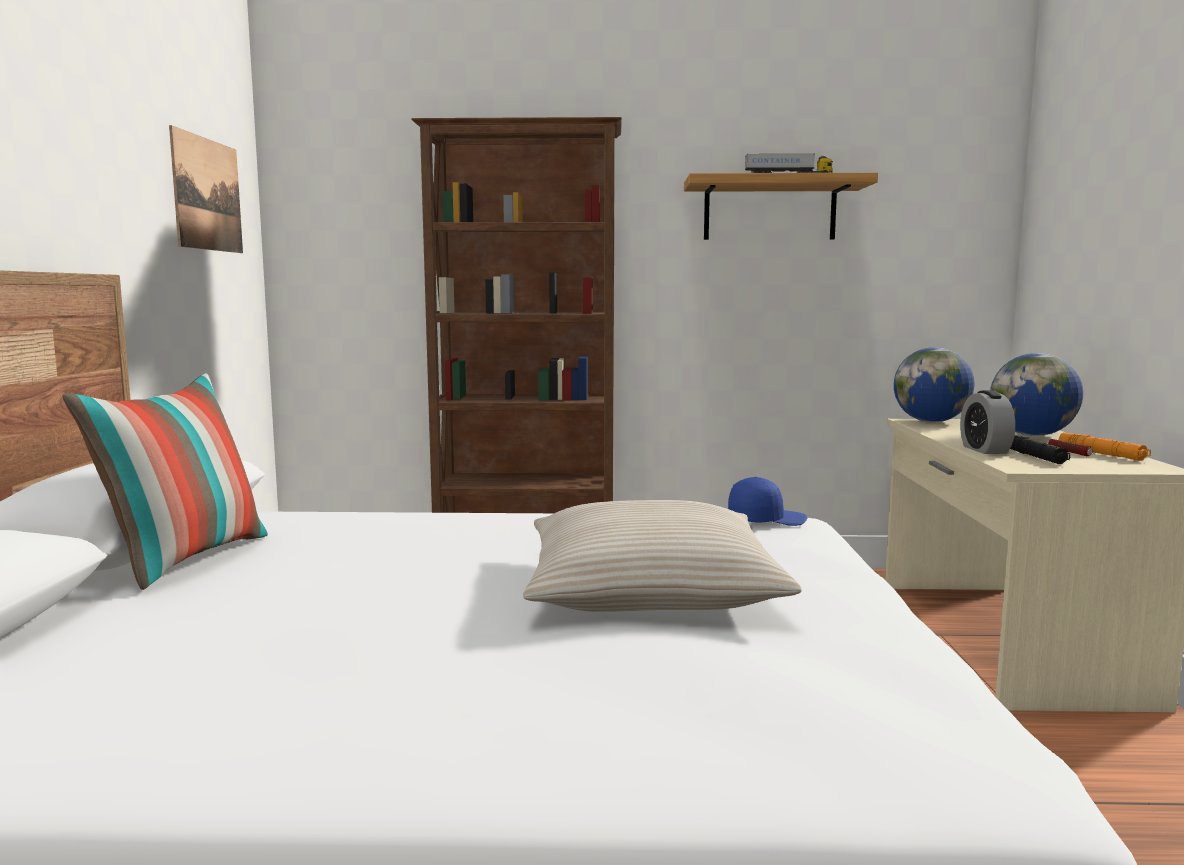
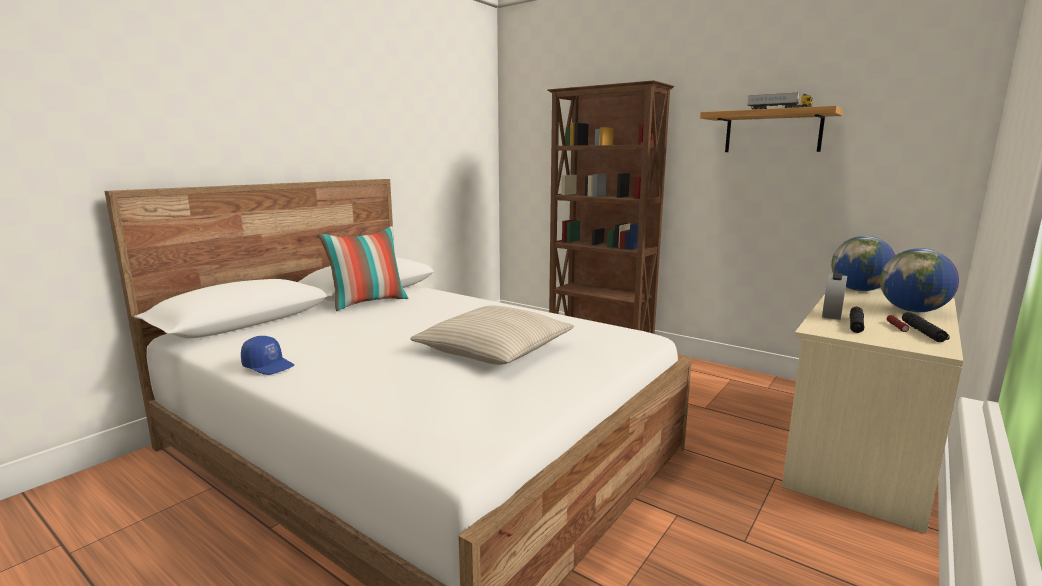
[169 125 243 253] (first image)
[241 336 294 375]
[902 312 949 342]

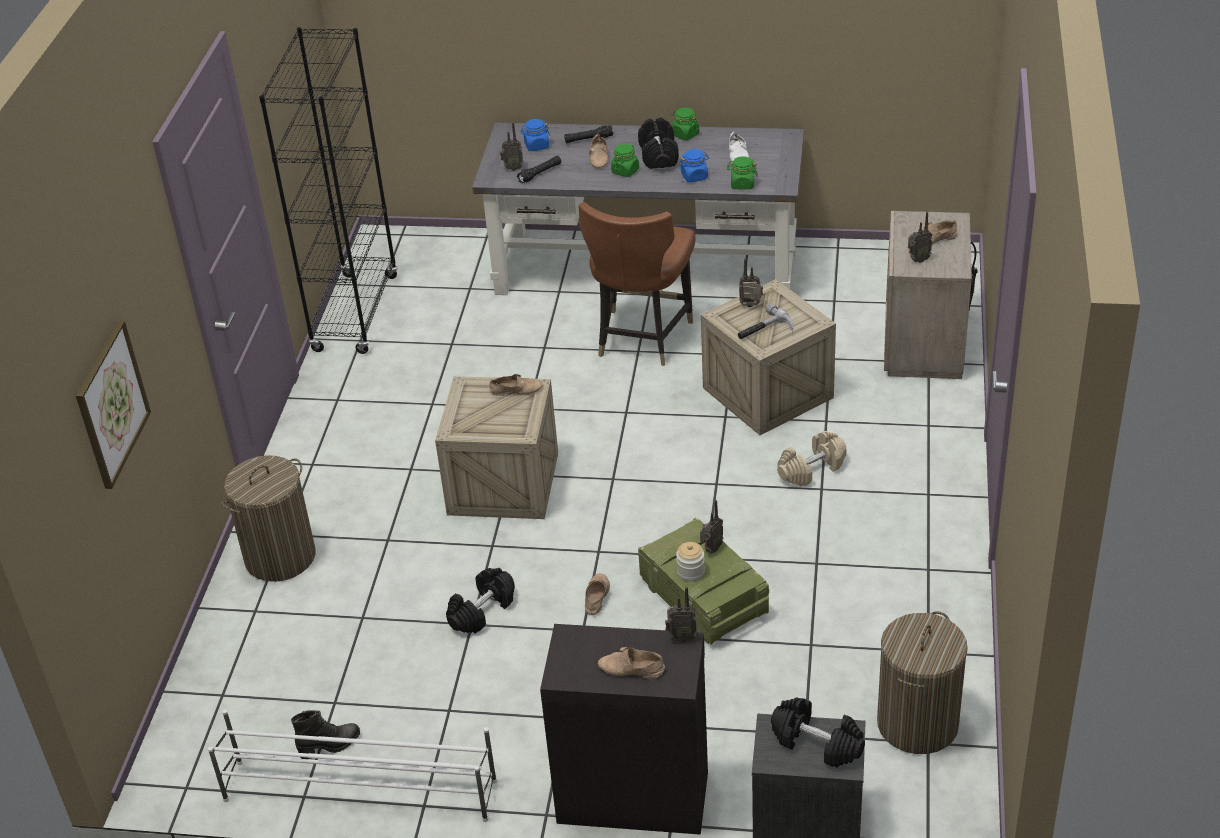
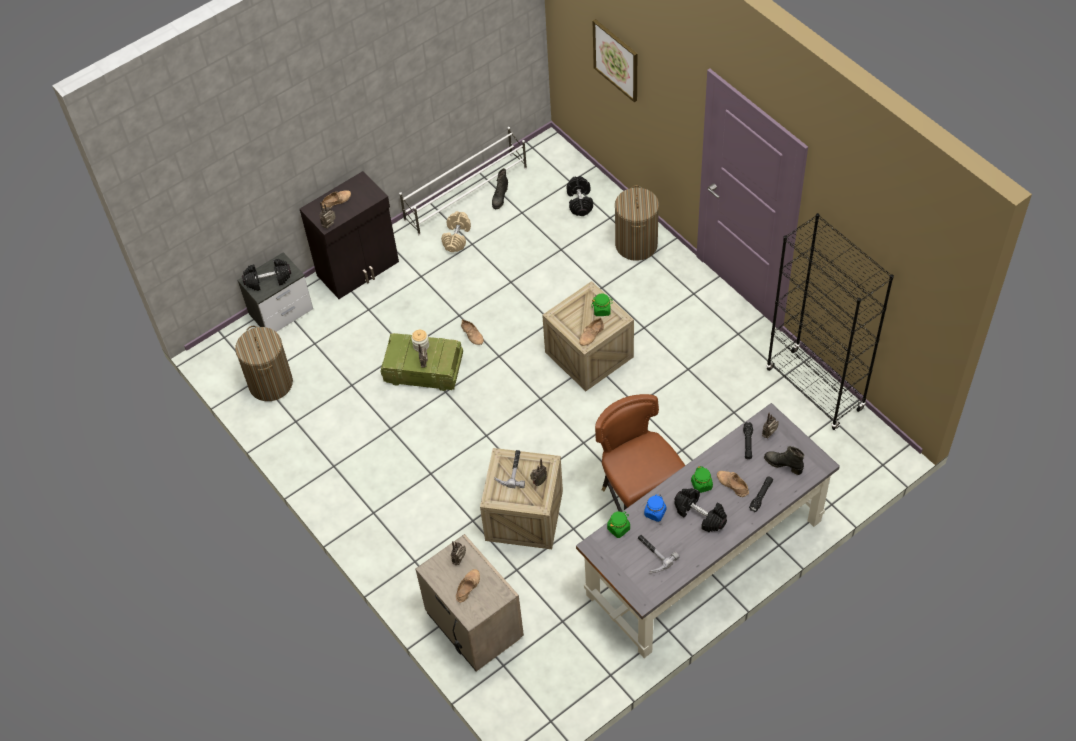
[567 176 593 216]
[591 293 613 316]
[441 211 471 252]
[764 446 805 475]
[638 535 679 573]

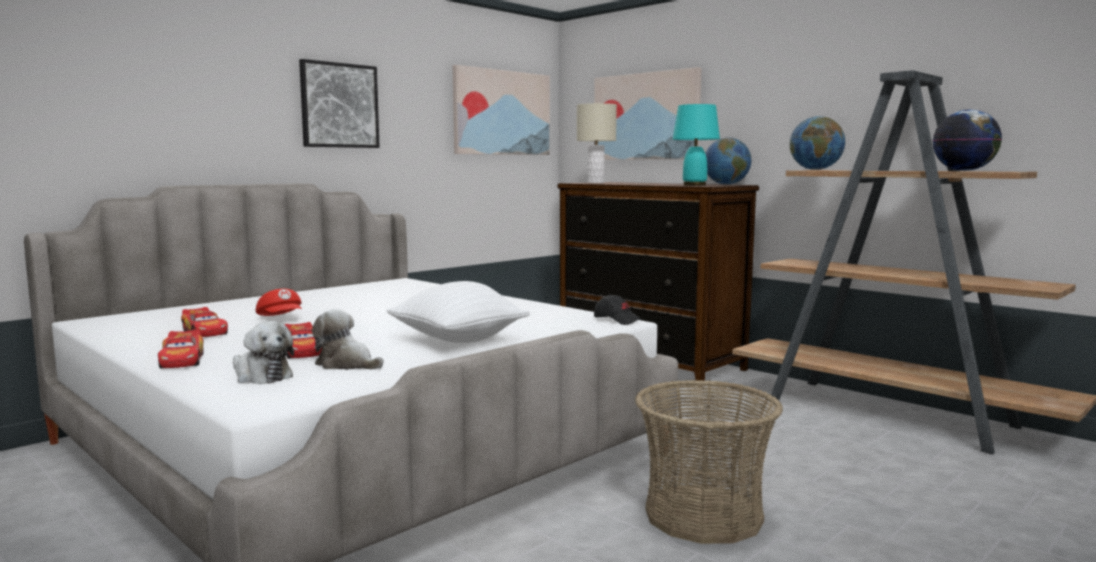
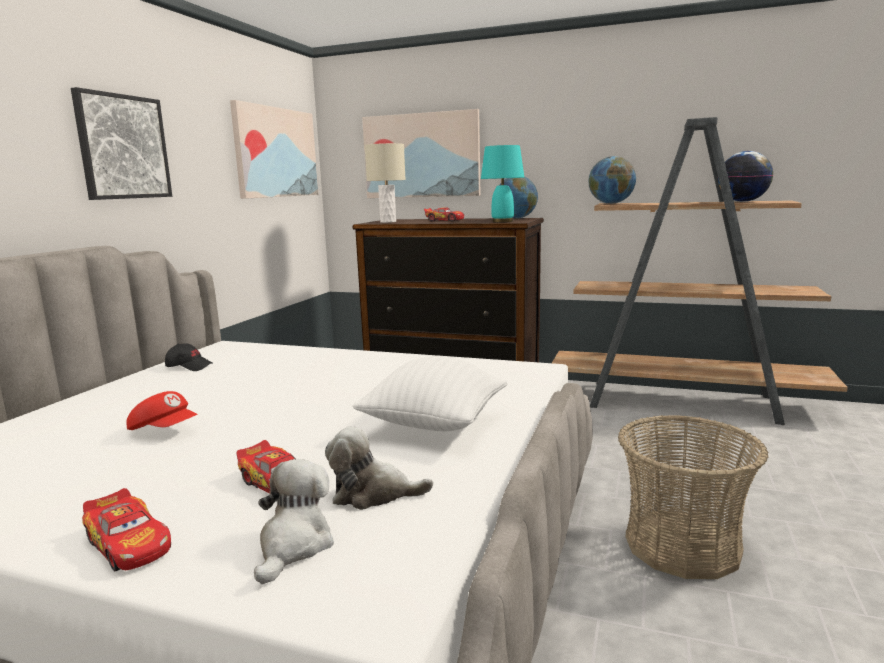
[424 207 464 221]
[165 344 212 371]
[254 459 334 585]

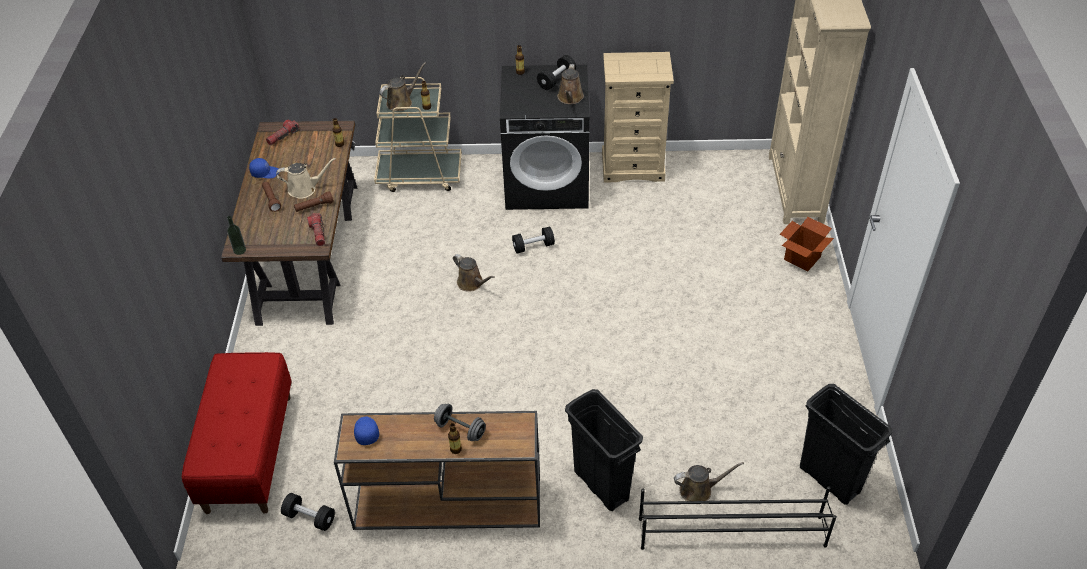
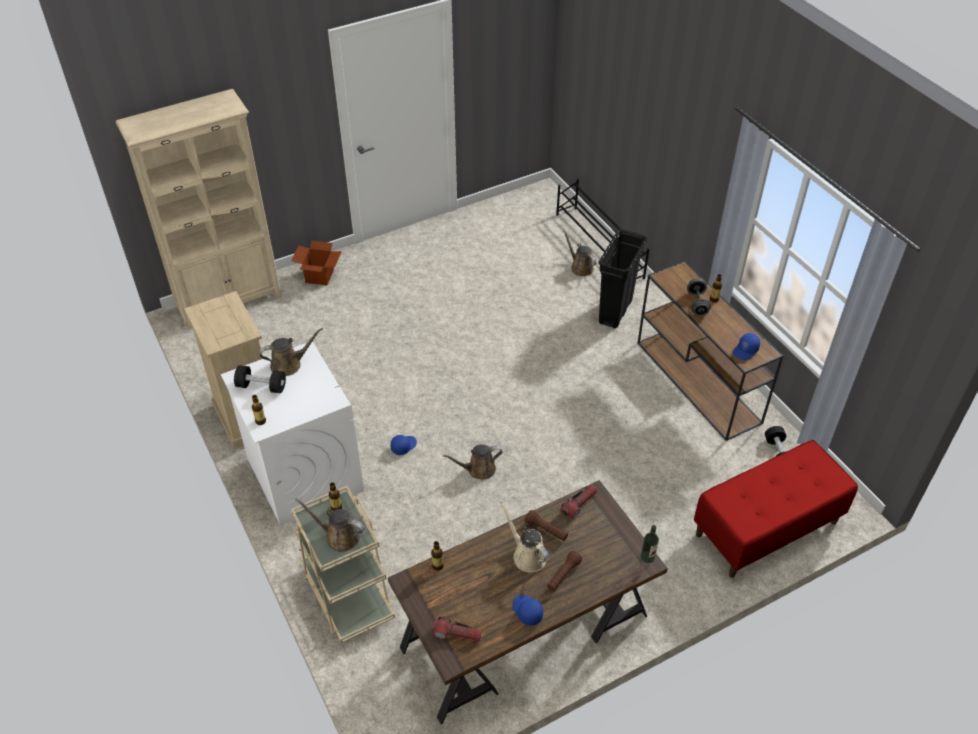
[800 384 892 505] (first image)
[390 435 417 455]
[221 342 364 526]
[443 444 502 480]

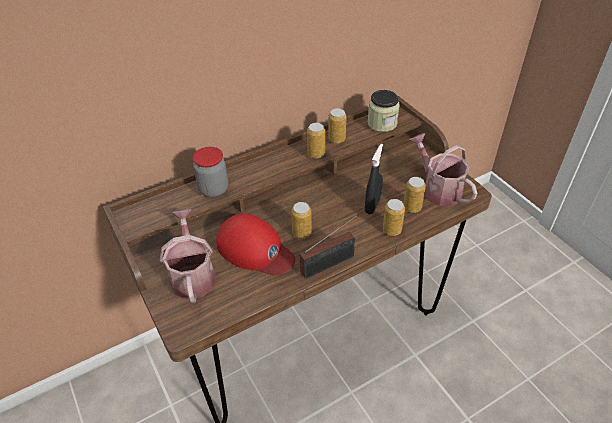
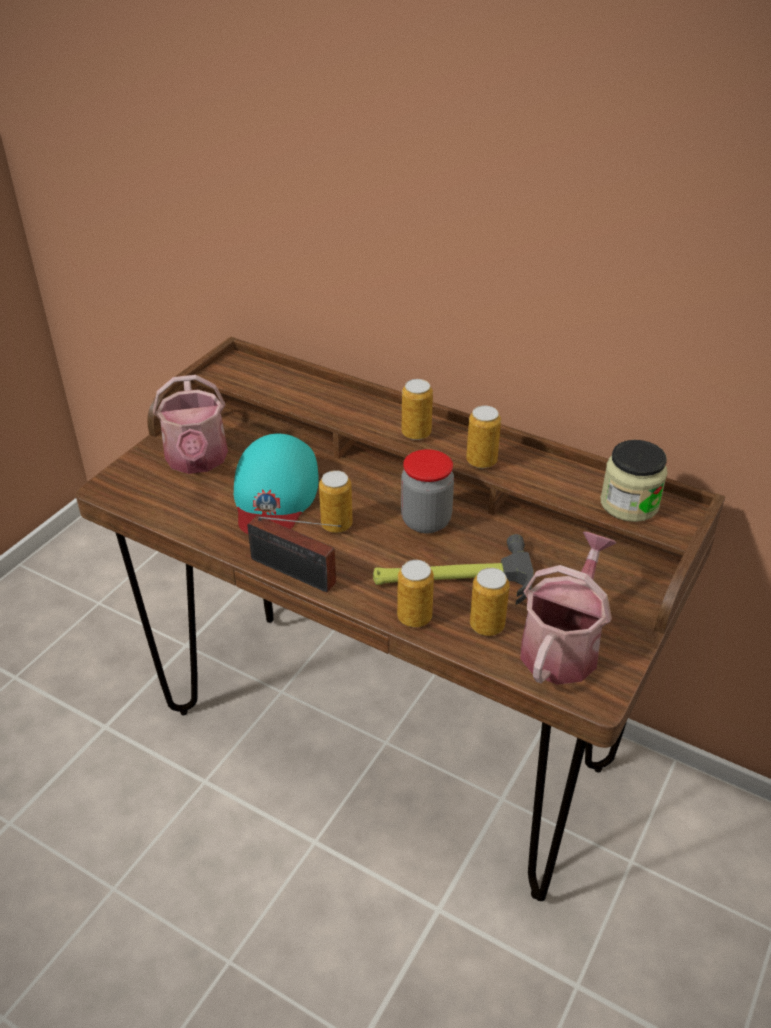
[401 449 454 533]
[402 379 433 440]
[373 534 534 605]
[234 433 319 534]
[153 375 228 474]

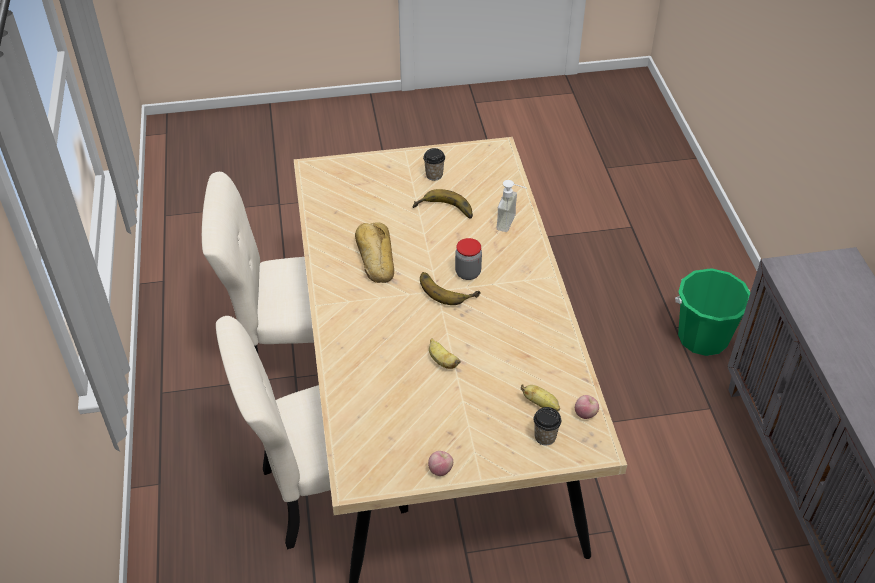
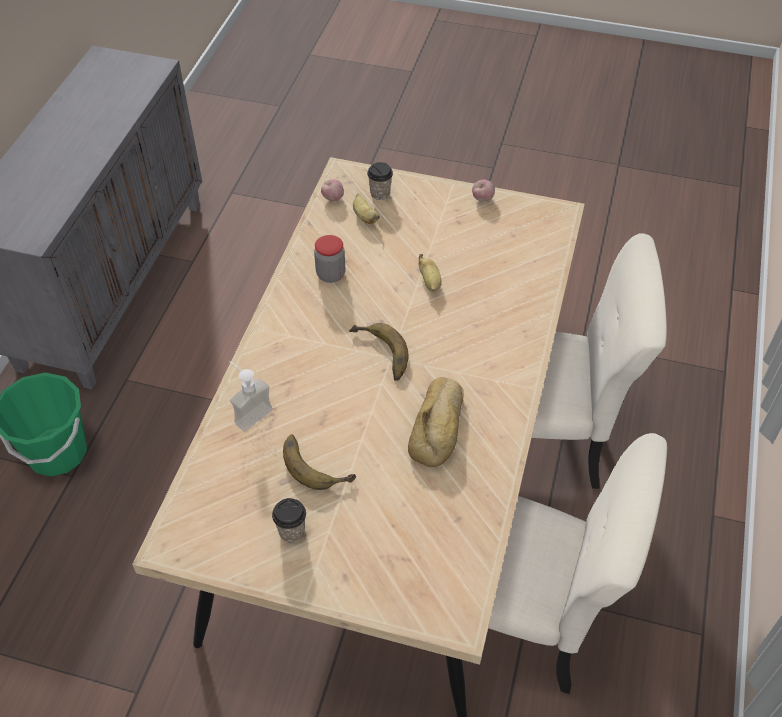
[314 235 345 283]

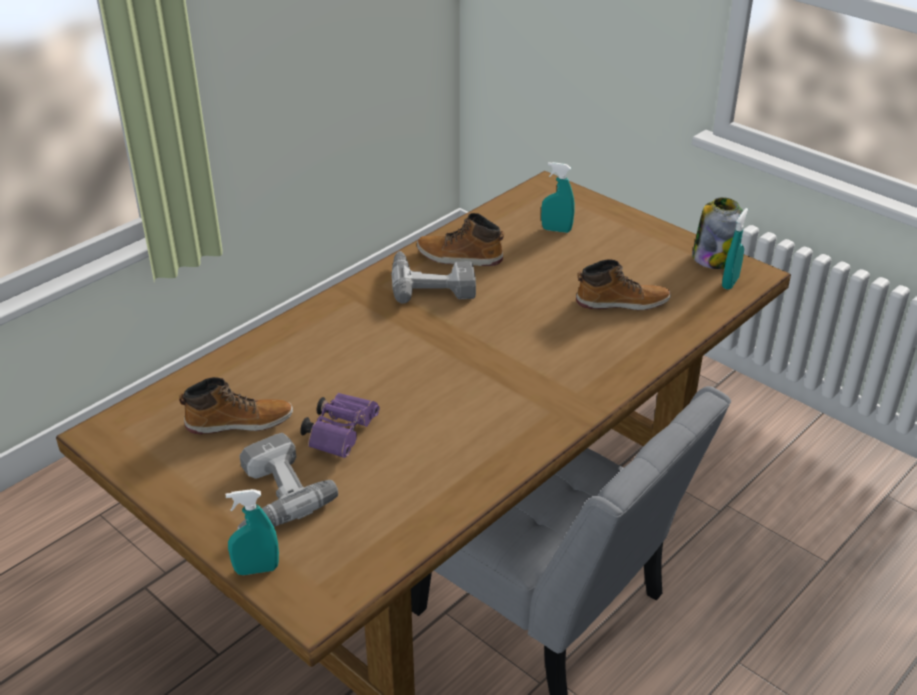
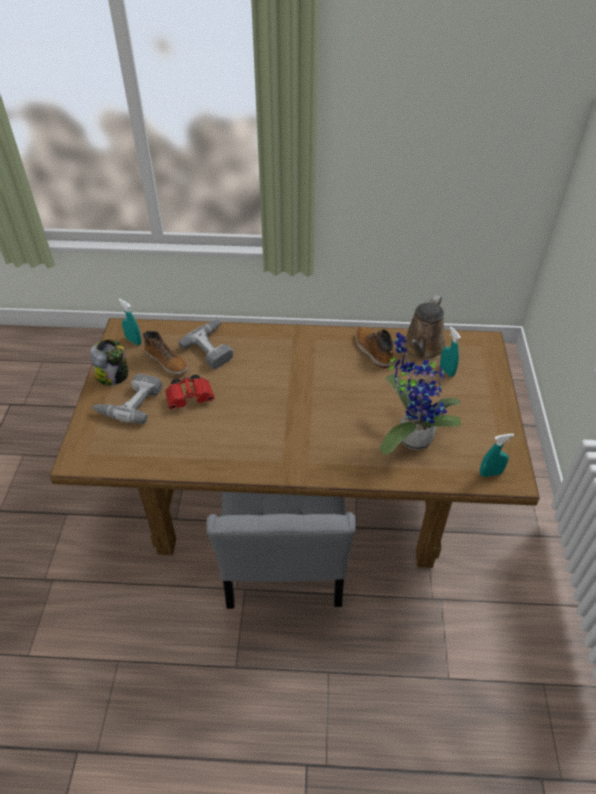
[404 295 446 360]
[118 299 142 345]
[178 320 233 369]
[91 339 128 385]
[380 332 461 455]
[165 375 215 410]

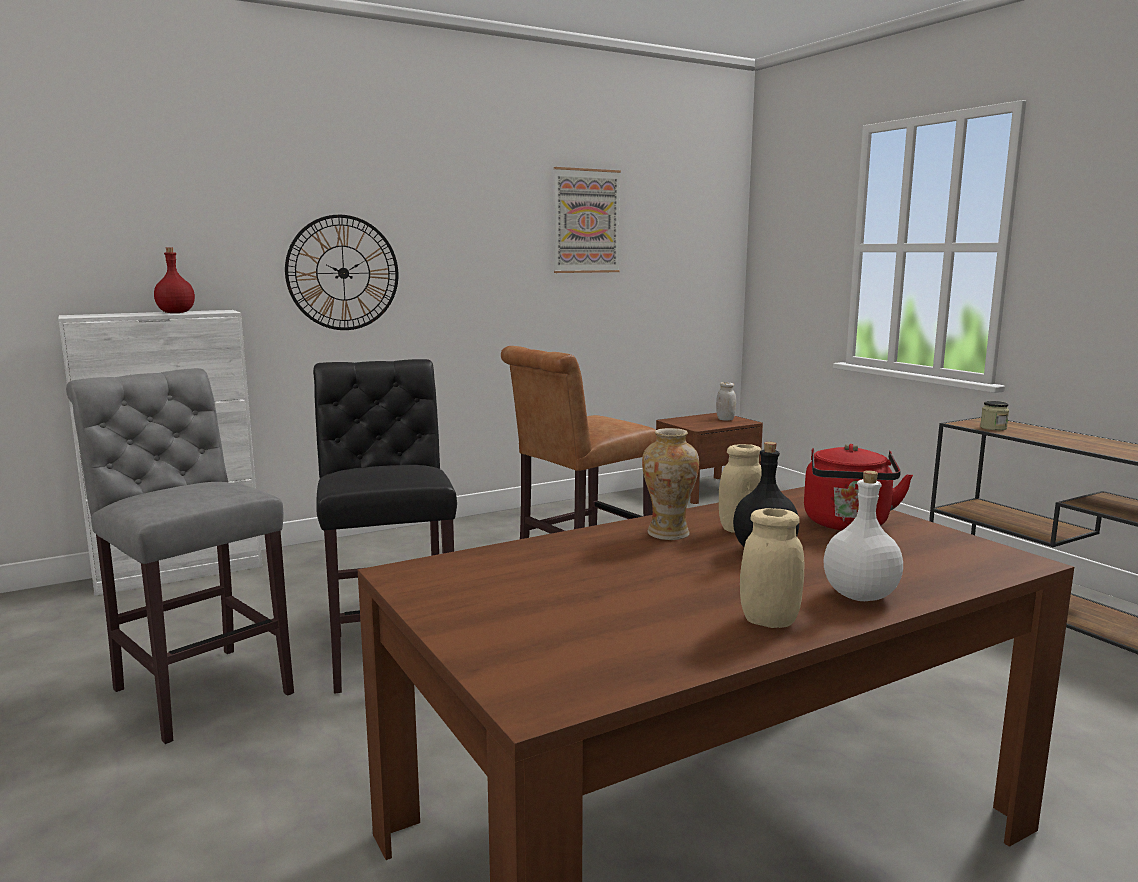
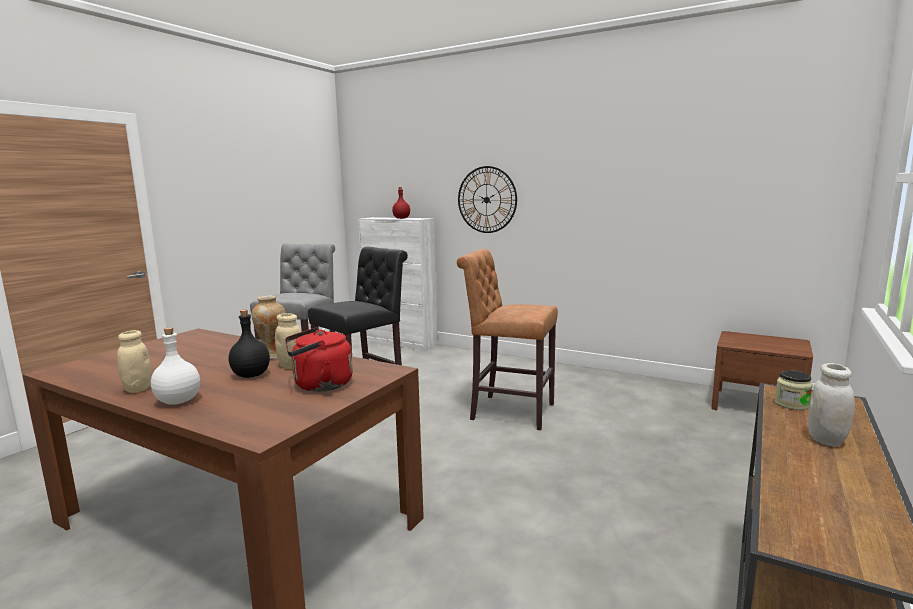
[554 167 621 273] (first image)
[808 363 855 447]

